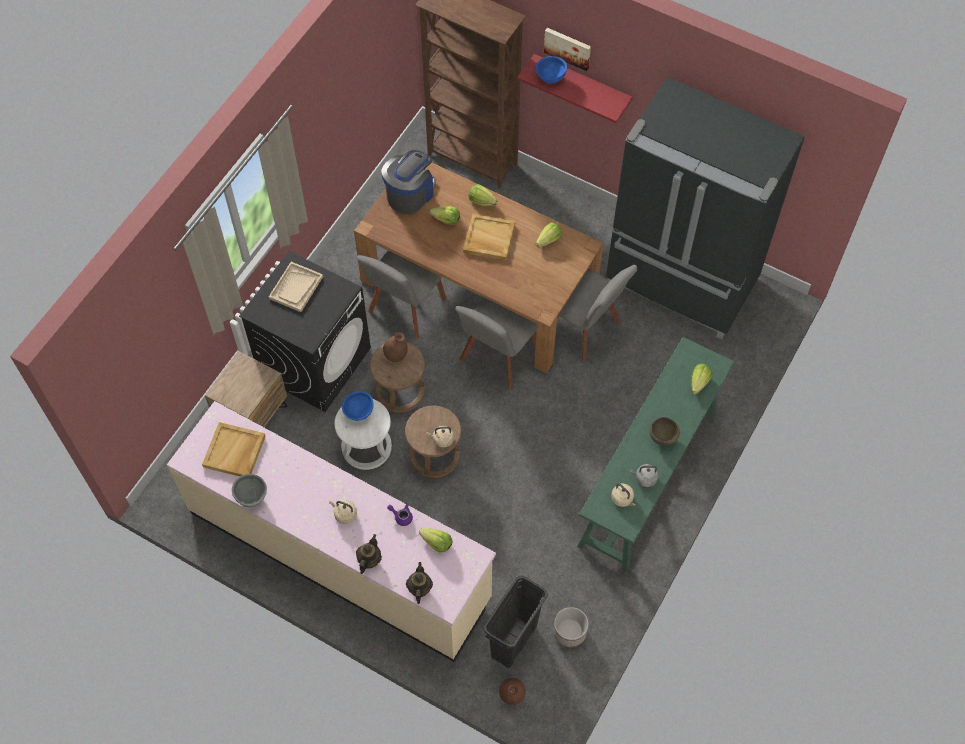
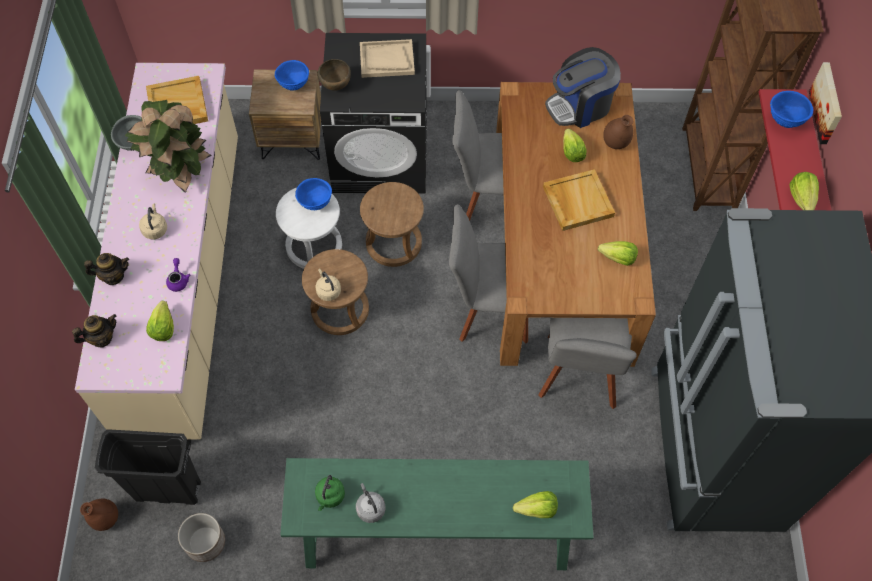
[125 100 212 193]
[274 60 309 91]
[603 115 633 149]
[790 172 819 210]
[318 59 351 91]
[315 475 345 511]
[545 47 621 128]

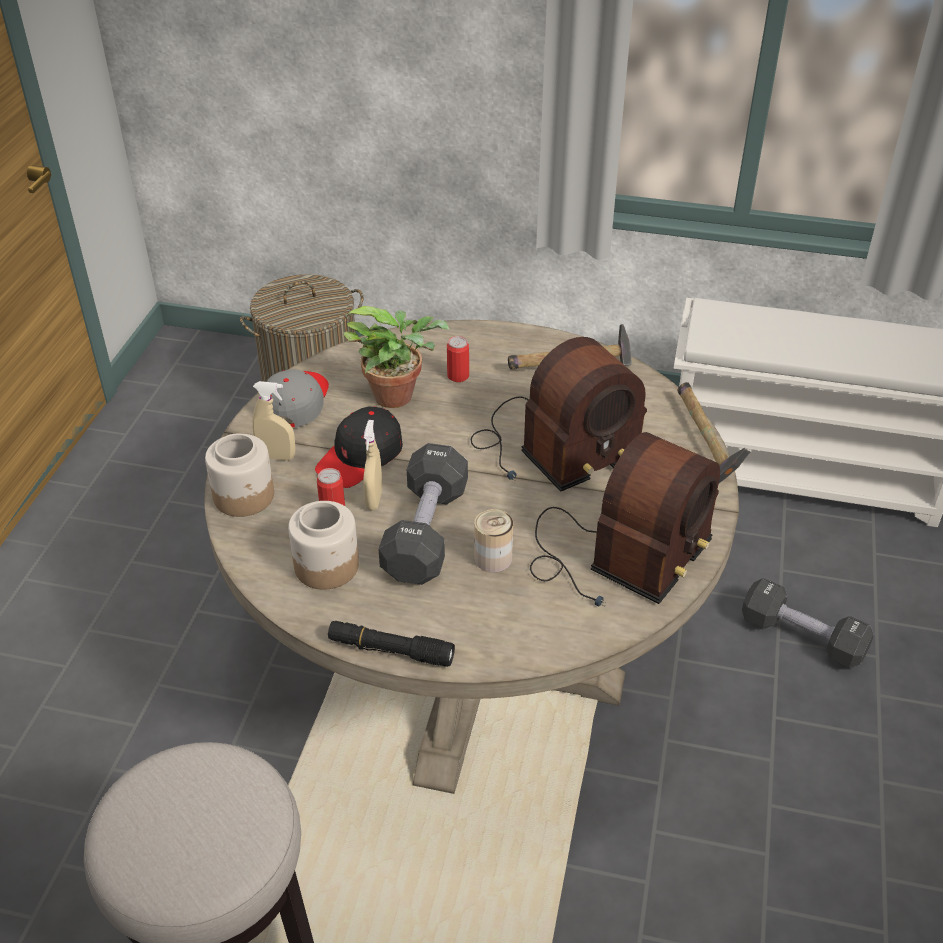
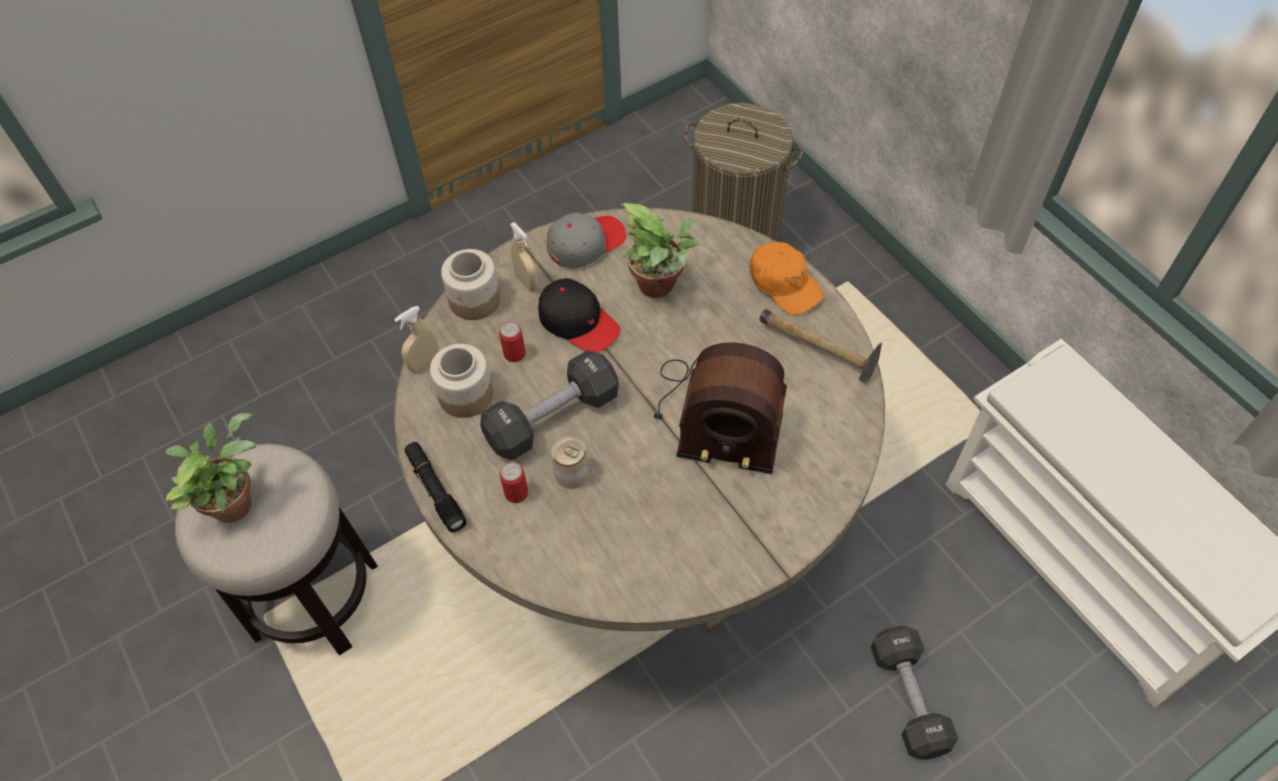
[530 432 720 607] (first image)
[677 382 750 483] (first image)
[166 413 256 523]
[749 242 824 315]
[394 306 439 372]
[500 462 528 503]
[538 278 620 353]

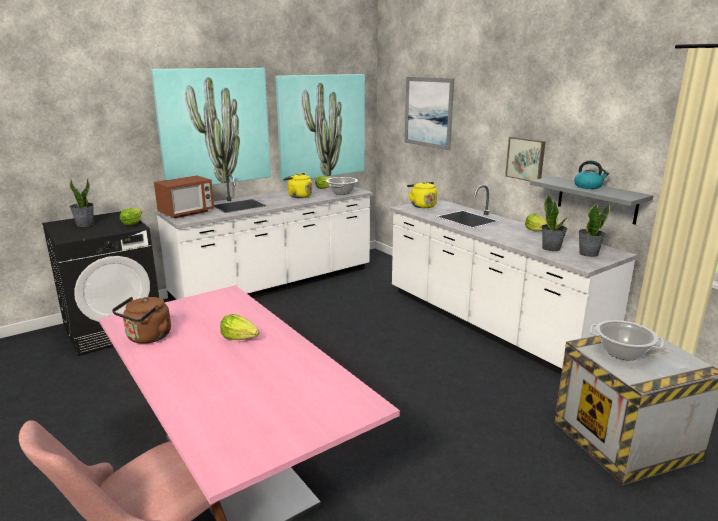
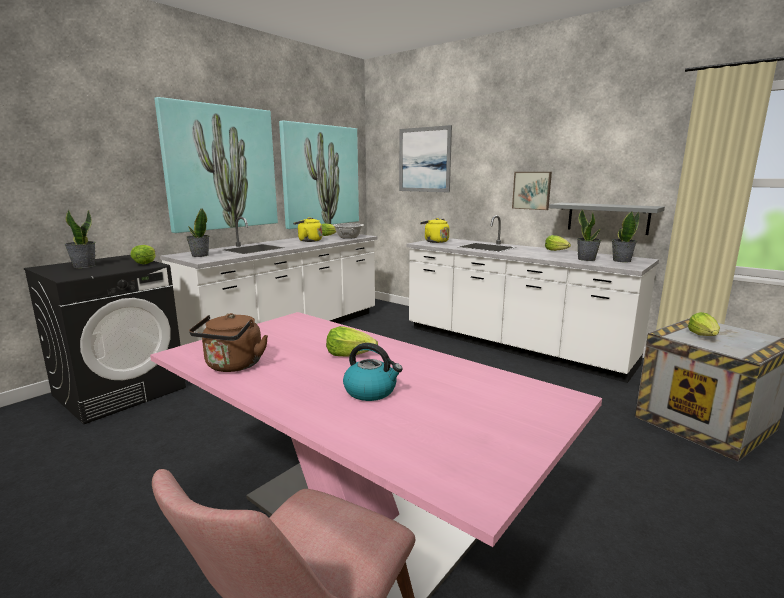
[343 343 403 401]
[186 208 209 257]
[688 312 720 336]

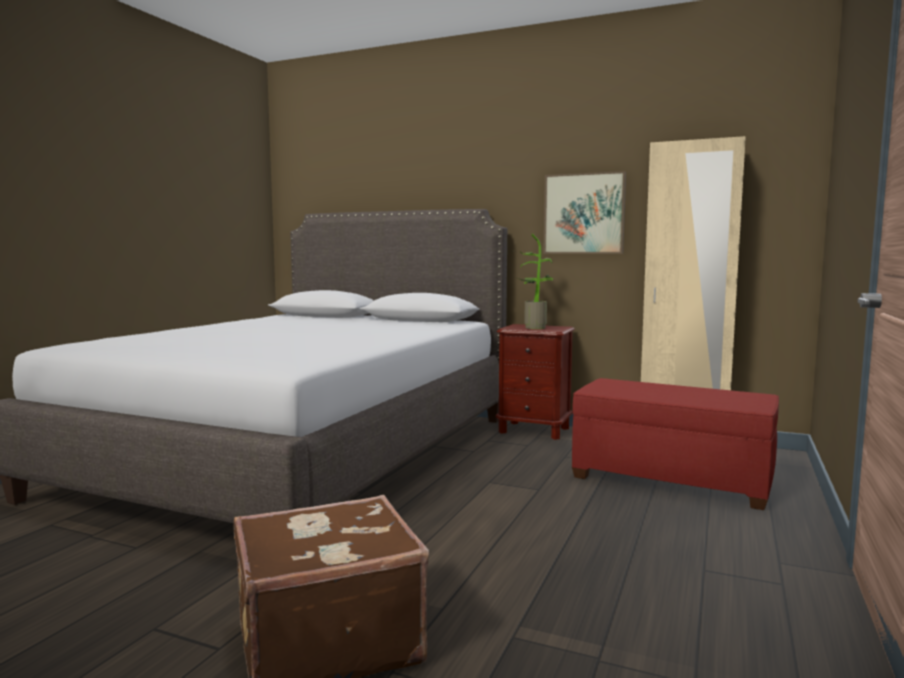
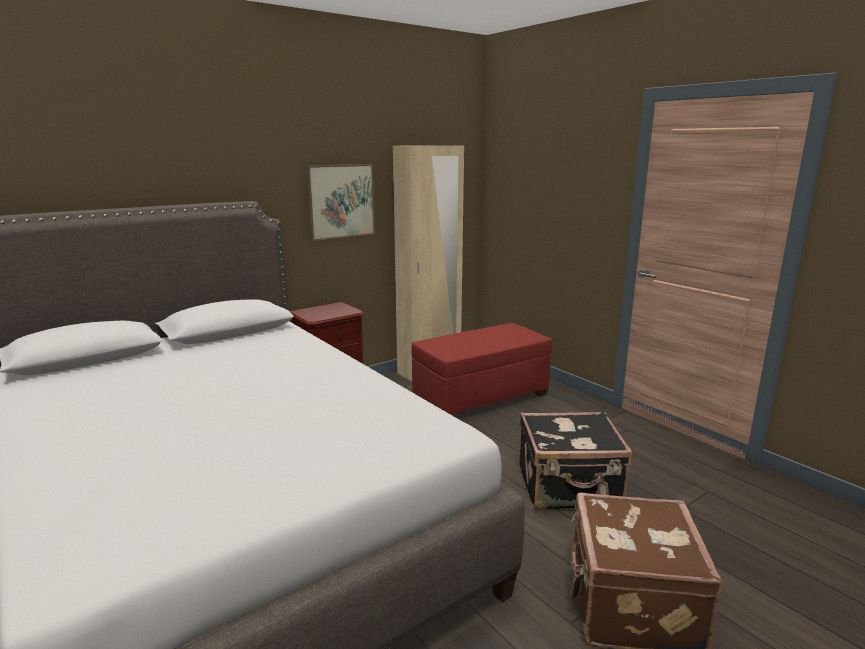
[514 234 553 329] (first image)
[519 411 632 510]

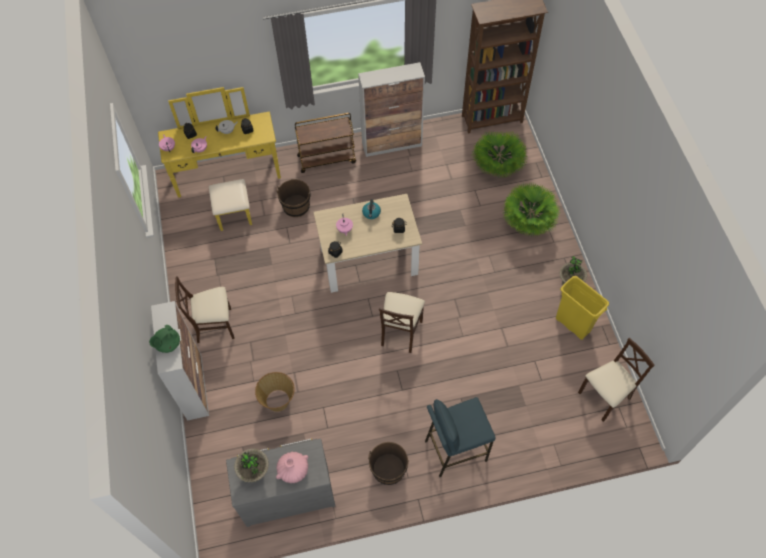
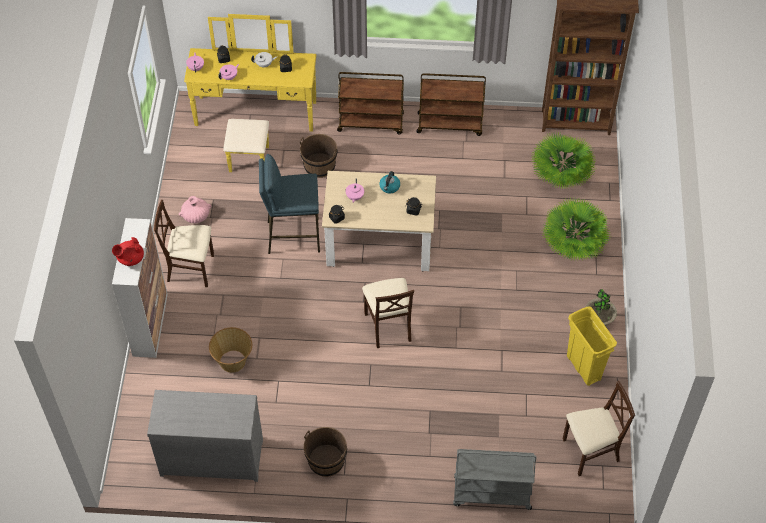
[234 448 269 482] (first image)
[453 449 536 510]
[179 196 212 223]
[259 154 320 254]
[416 73 486 136]
[112 237 144 266]
[362 278 414 348]

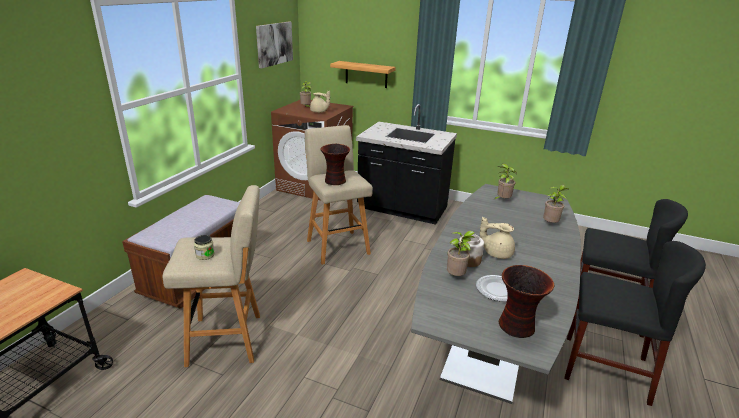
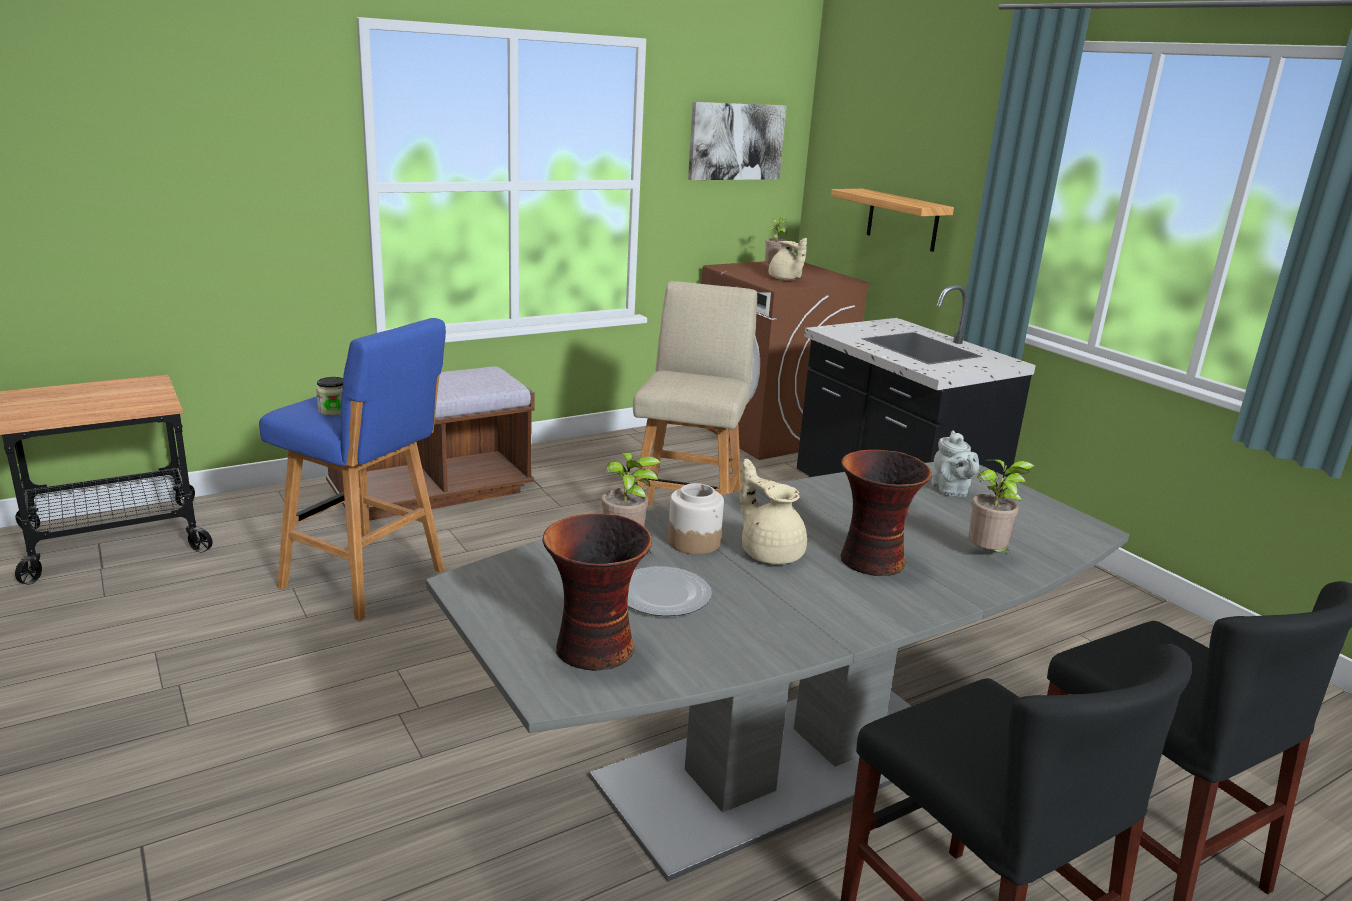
[841 450 931 576]
[931 430 979 497]
[259 318 446 621]

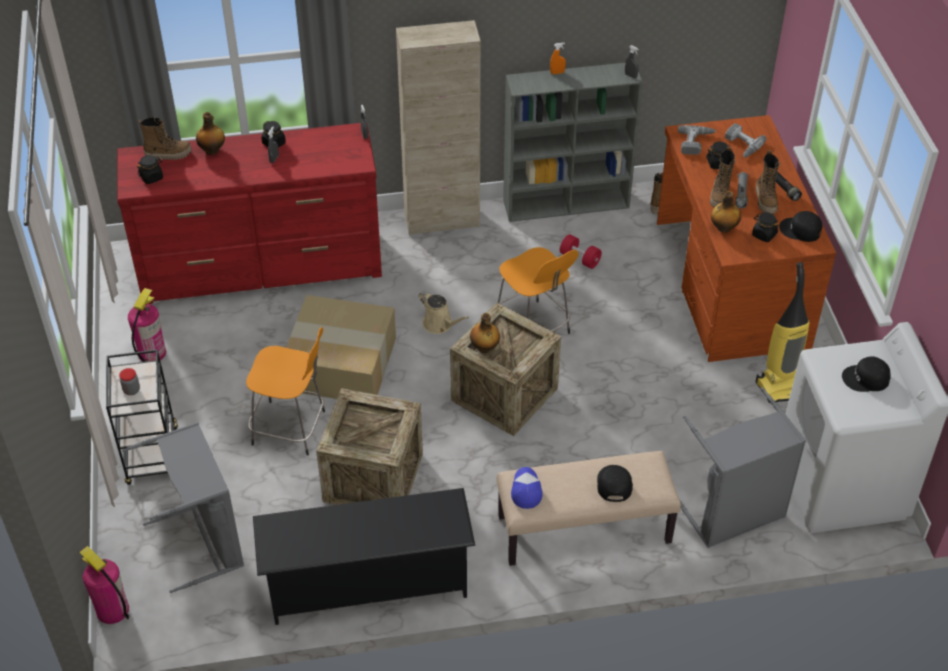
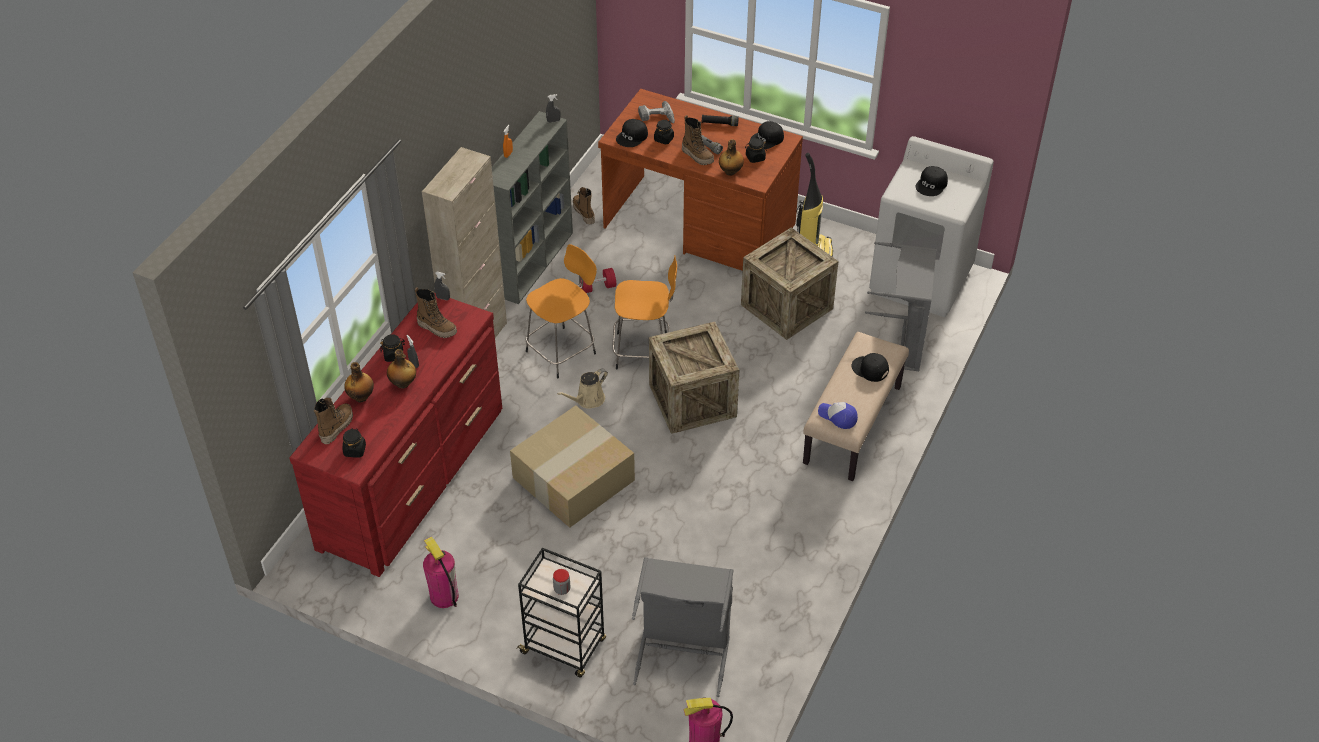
[253 488 475 625] (first image)
[526 244 597 378]
[741 228 838 340]
[387 349 416 388]
[415 287 457 338]
[616 119 648 147]
[557 369 608 409]

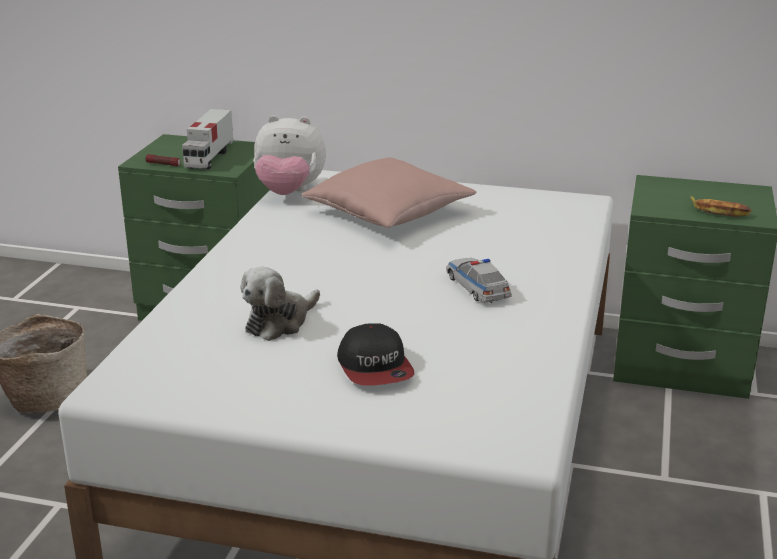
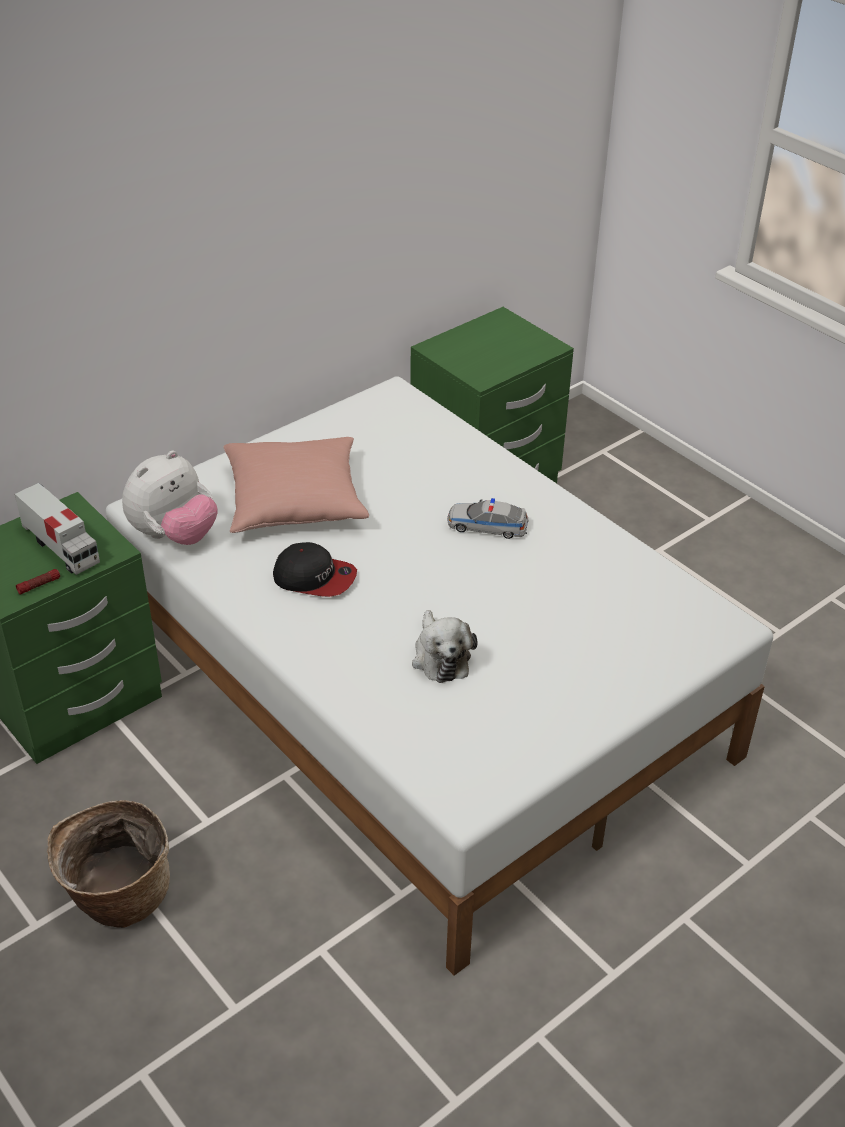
[690 196 752 217] (first image)
[273 542 357 597]

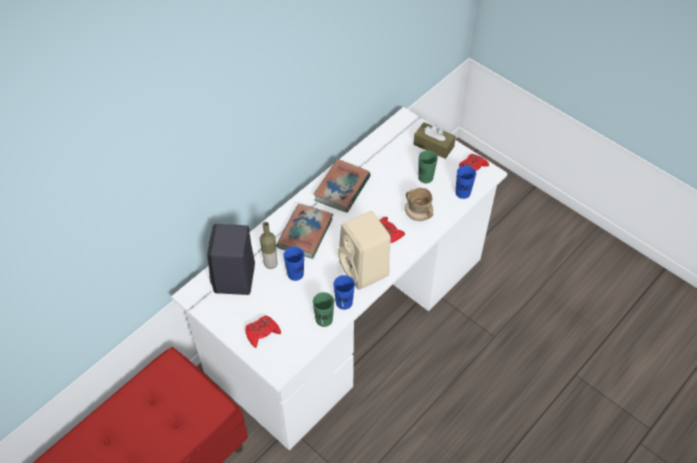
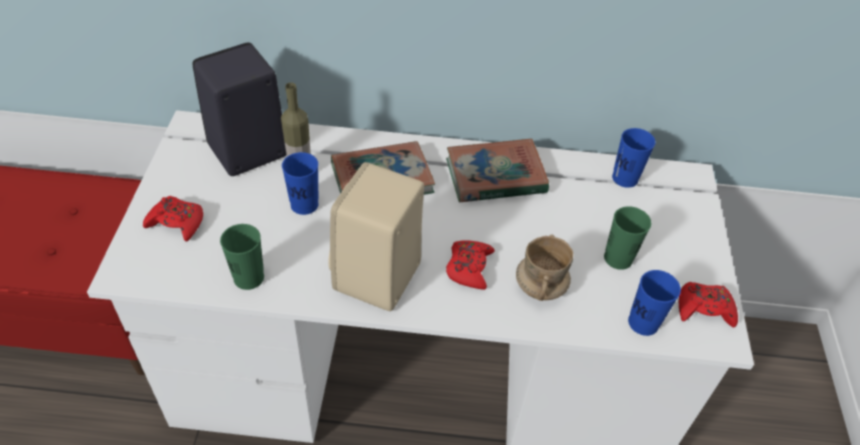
[413 122 456 159] (first image)
[612 128 656 188]

